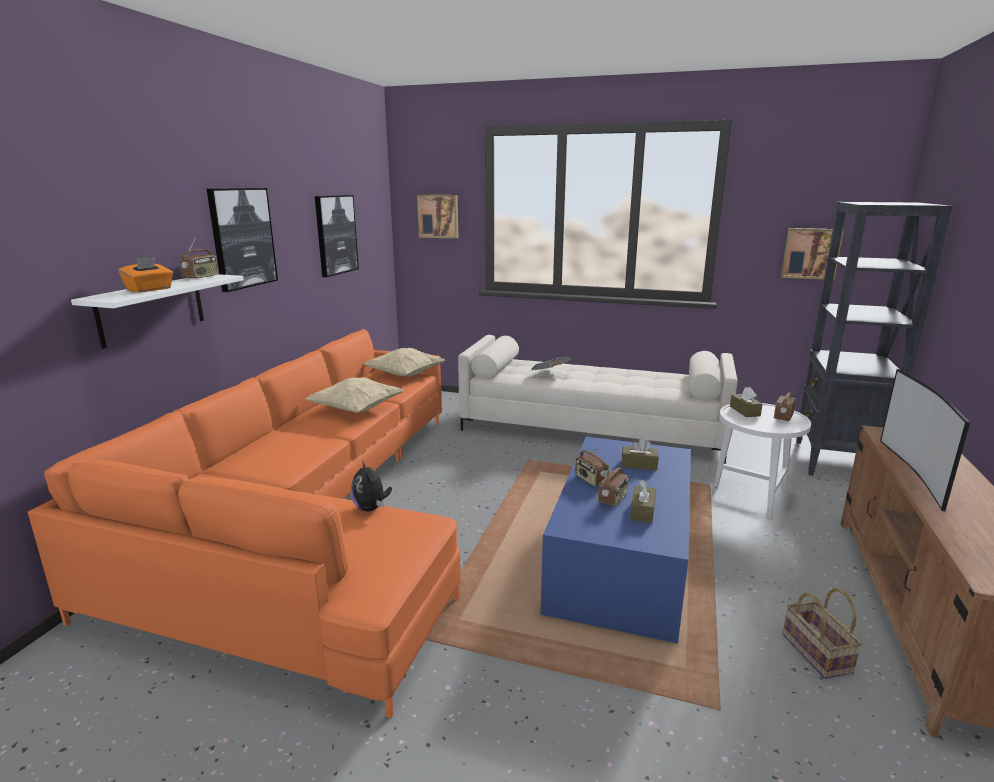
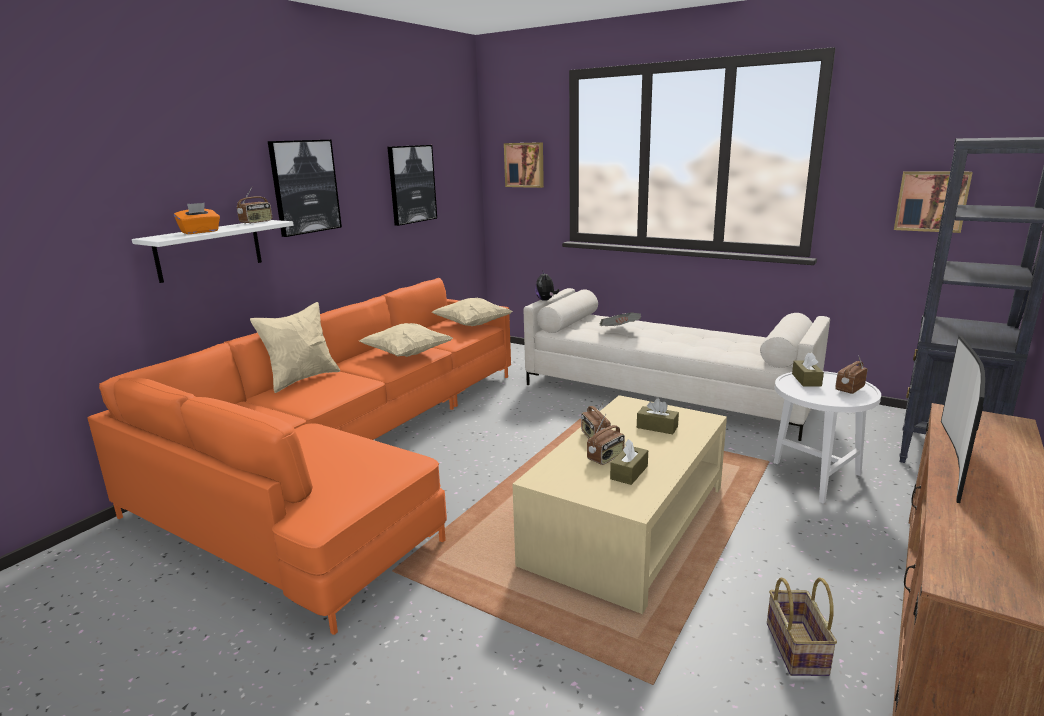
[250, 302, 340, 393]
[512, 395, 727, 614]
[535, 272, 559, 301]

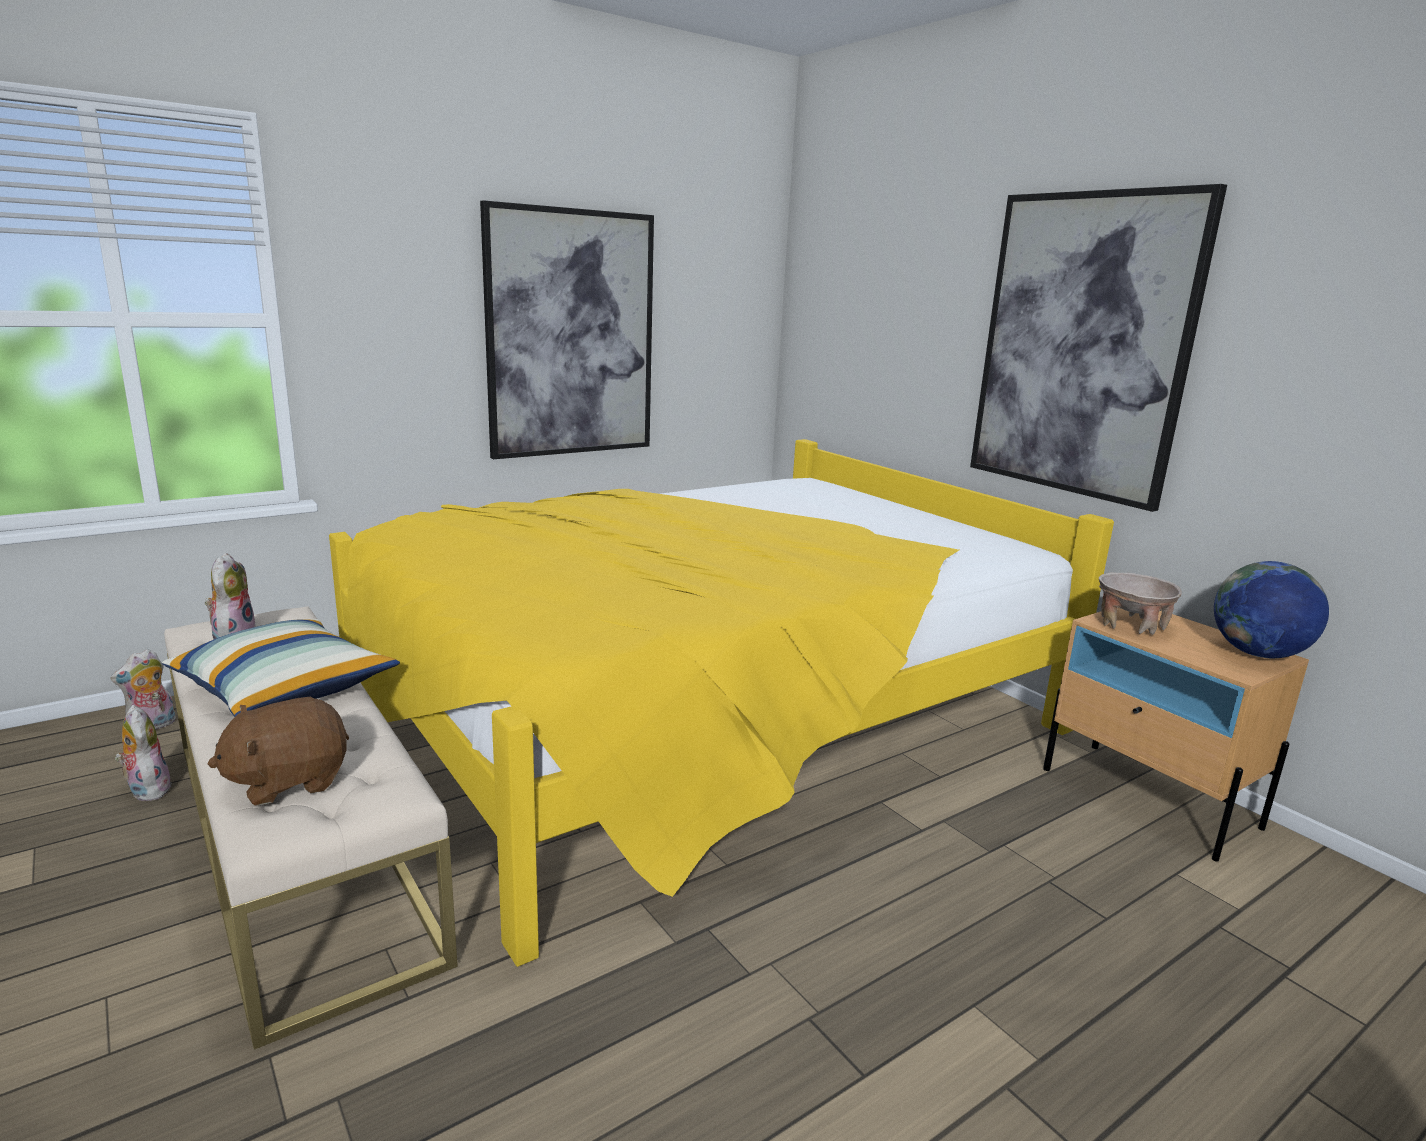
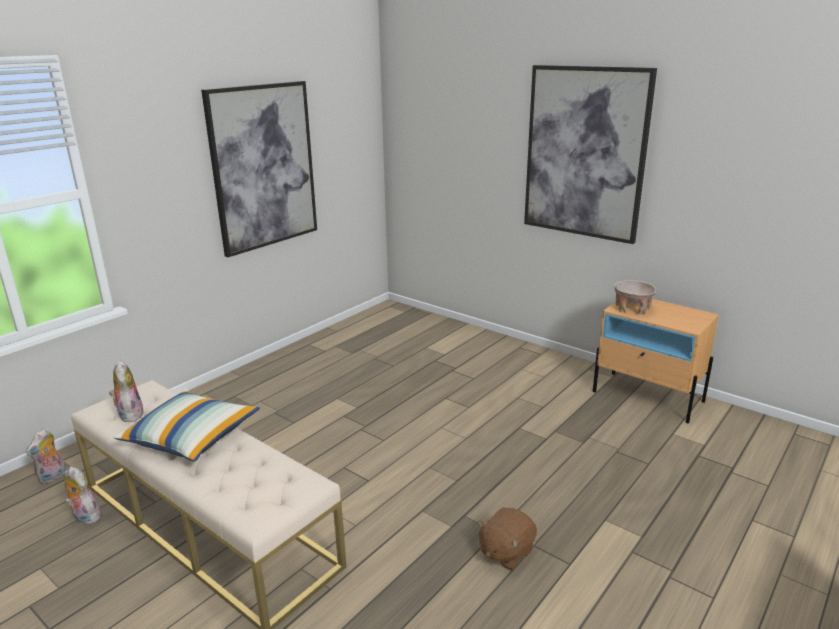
[478, 507, 537, 570]
[329, 439, 1114, 967] (first image)
[1214, 561, 1329, 658] (first image)

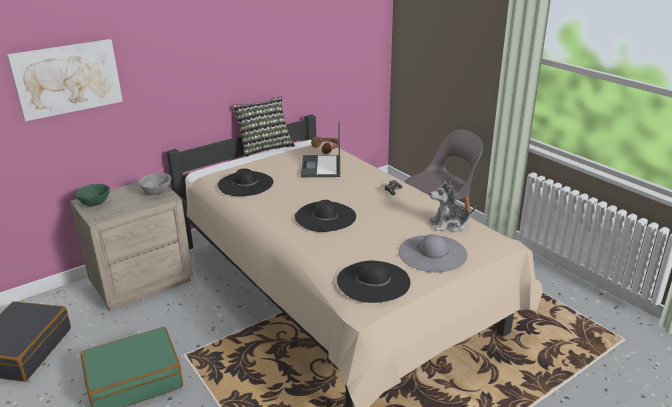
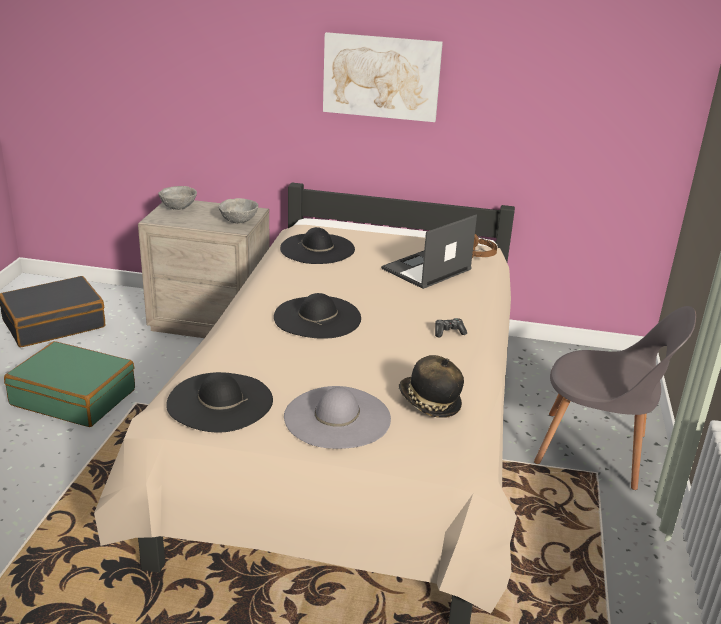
[158, 186, 197, 210]
[323, 32, 443, 122]
[399, 355, 464, 418]
[232, 96, 295, 157] (first image)

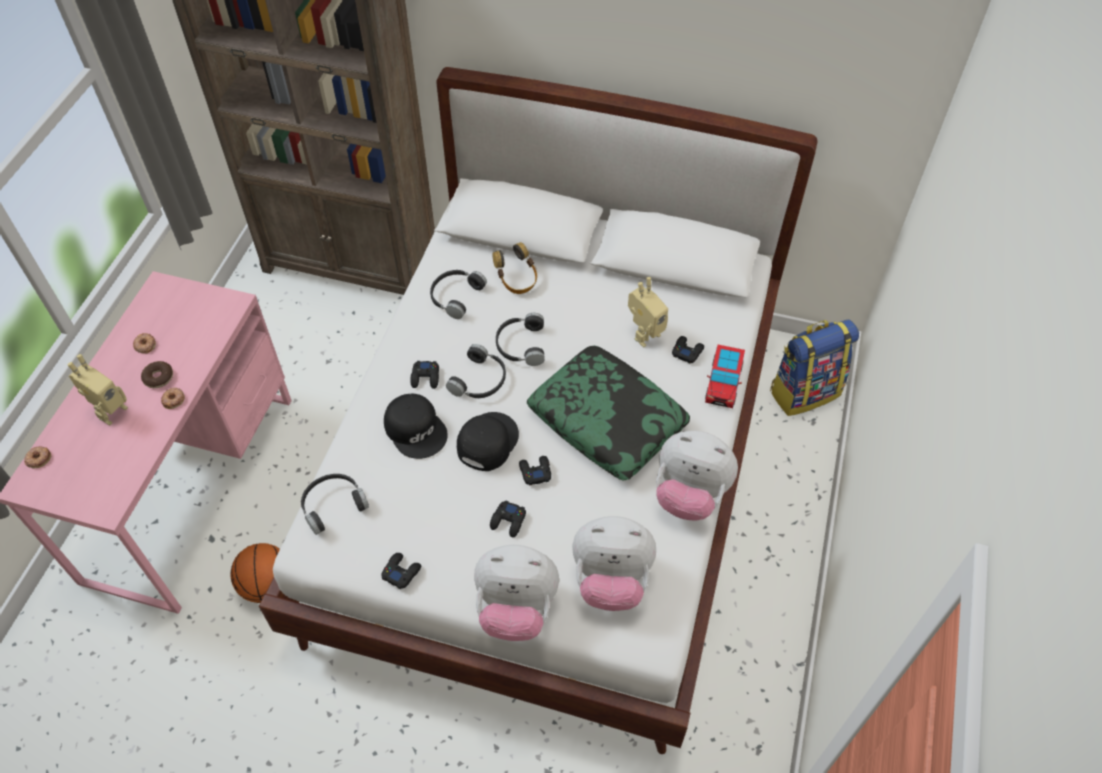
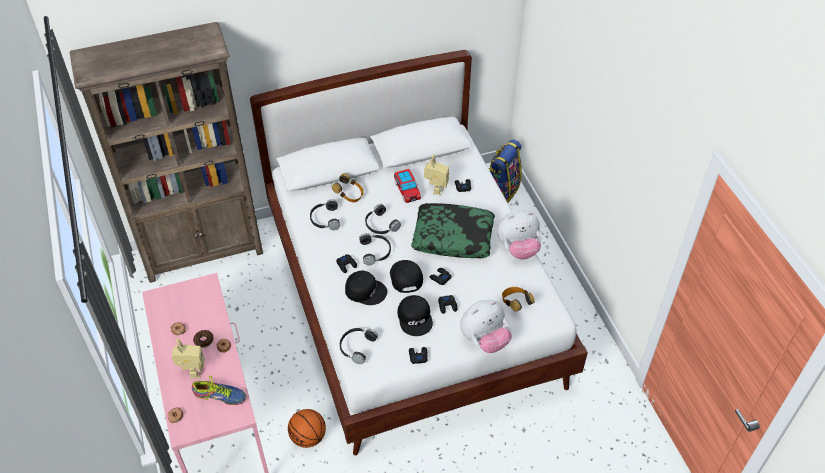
[192, 375, 247, 405]
[394, 169, 421, 203]
[397, 295, 433, 336]
[502, 287, 535, 312]

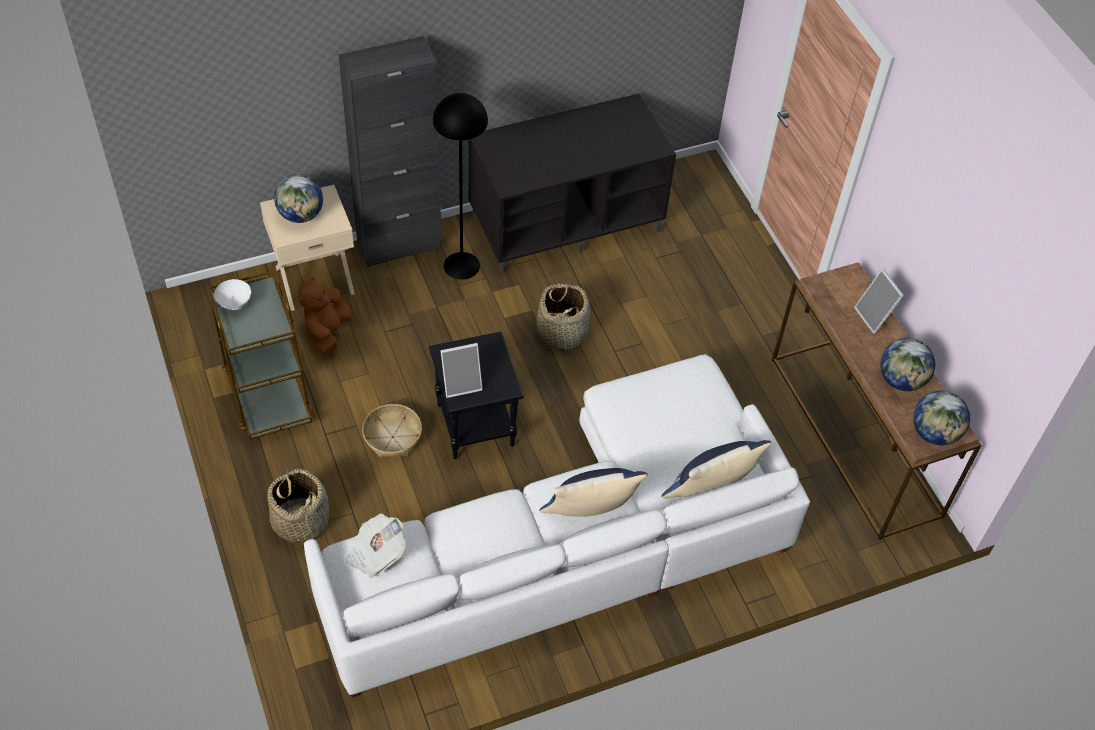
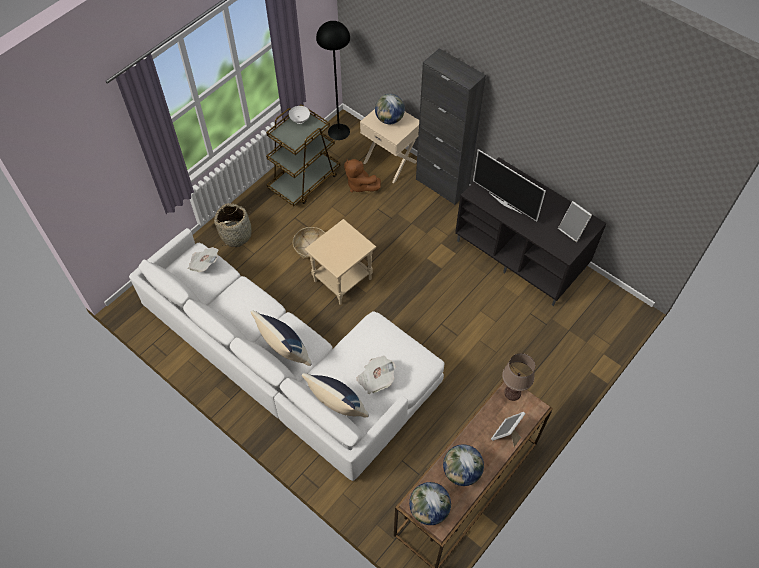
[305, 219, 376, 305]
[316, 21, 350, 140]
[344, 159, 381, 193]
[356, 356, 396, 394]
[473, 149, 546, 221]
[502, 353, 535, 401]
[558, 201, 592, 242]
[536, 283, 590, 352] (first image)

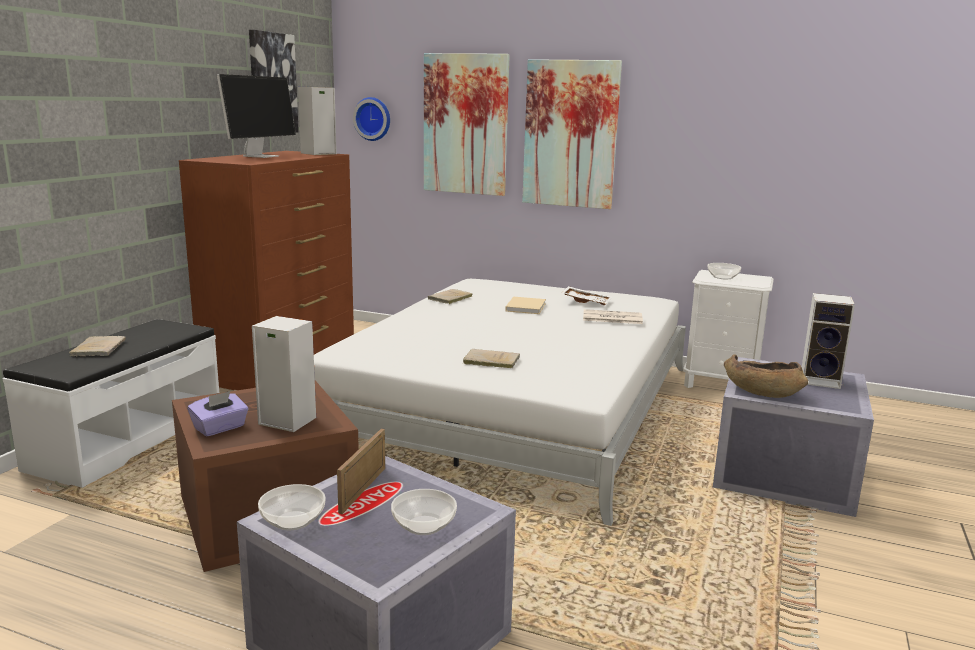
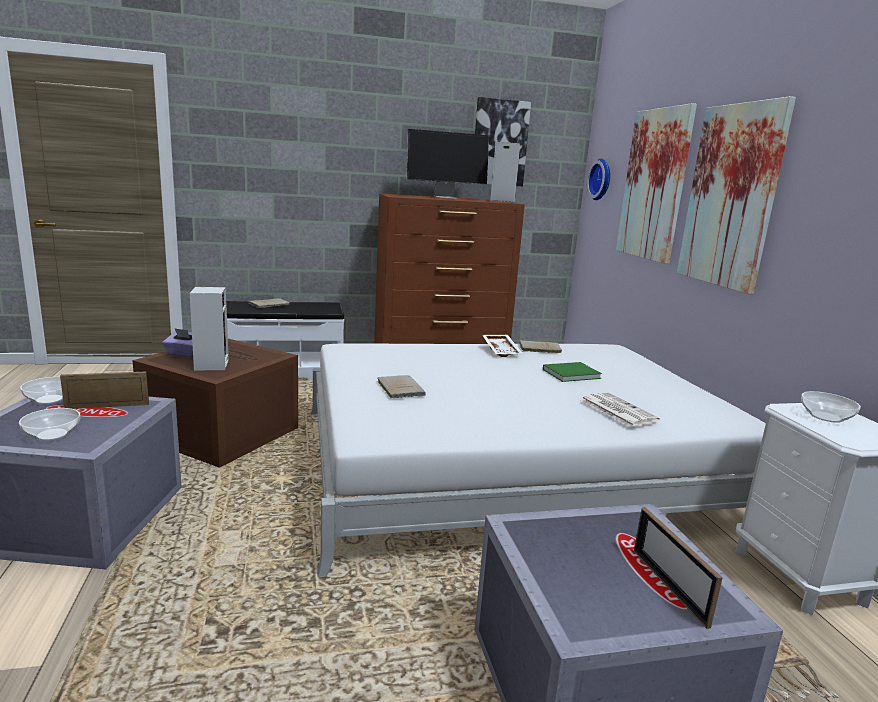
[482, 335, 522, 357]
[543, 362, 602, 382]
[634, 507, 723, 629]
[724, 354, 808, 398] (first image)

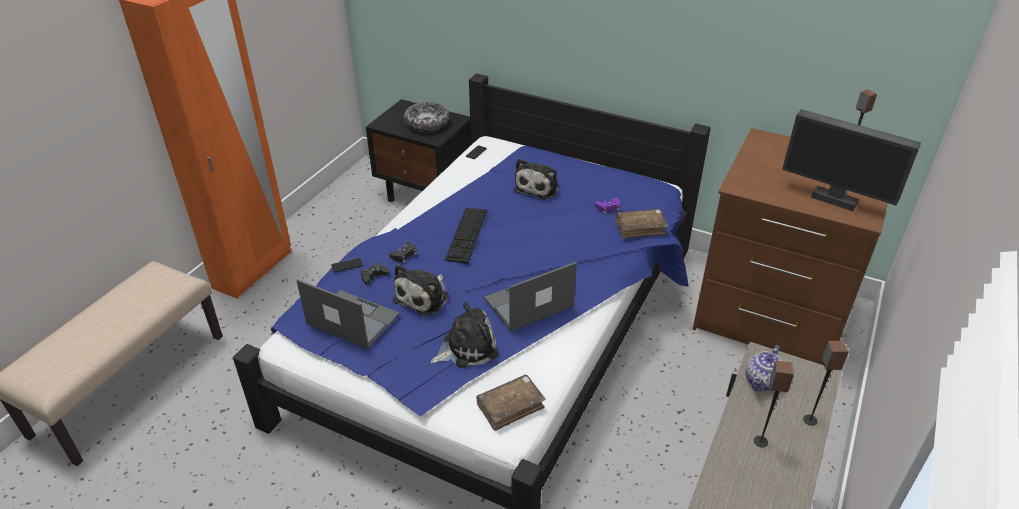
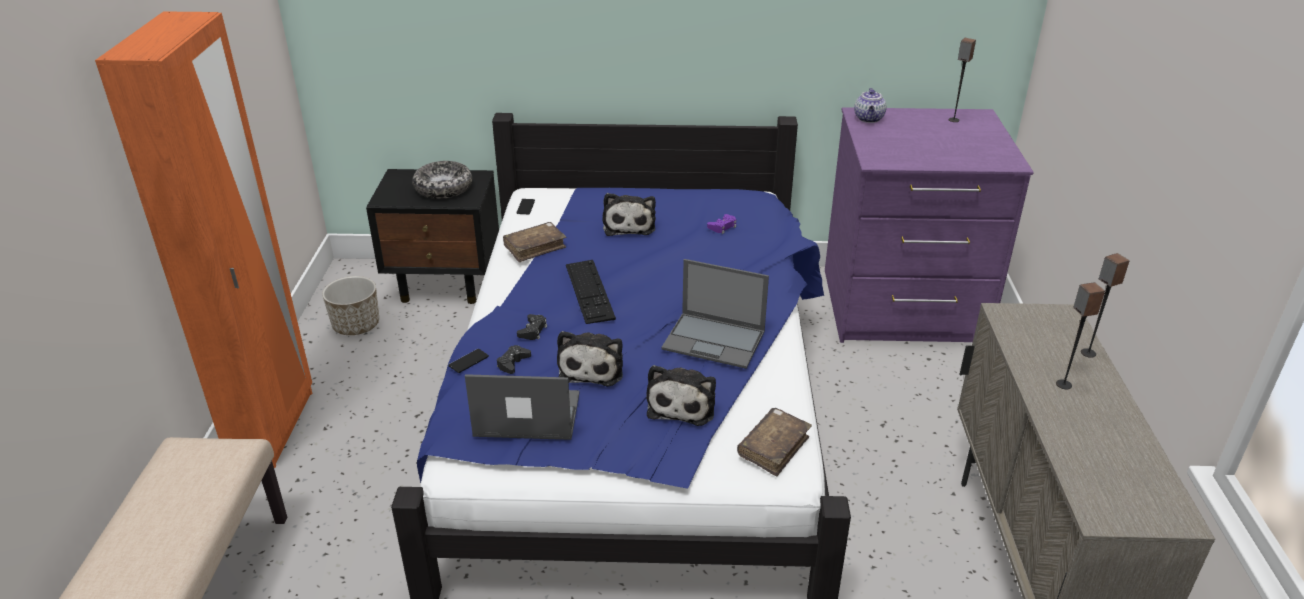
[322, 276, 379, 335]
[503, 222, 566, 262]
[646, 365, 716, 426]
[661, 259, 769, 369]
[825, 107, 1034, 343]
[854, 88, 887, 123]
[782, 109, 921, 211] (first image)

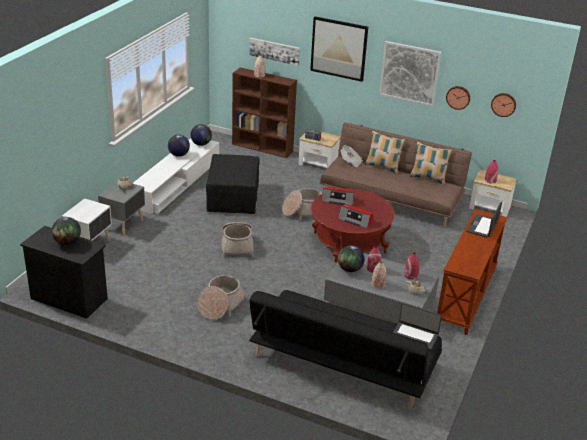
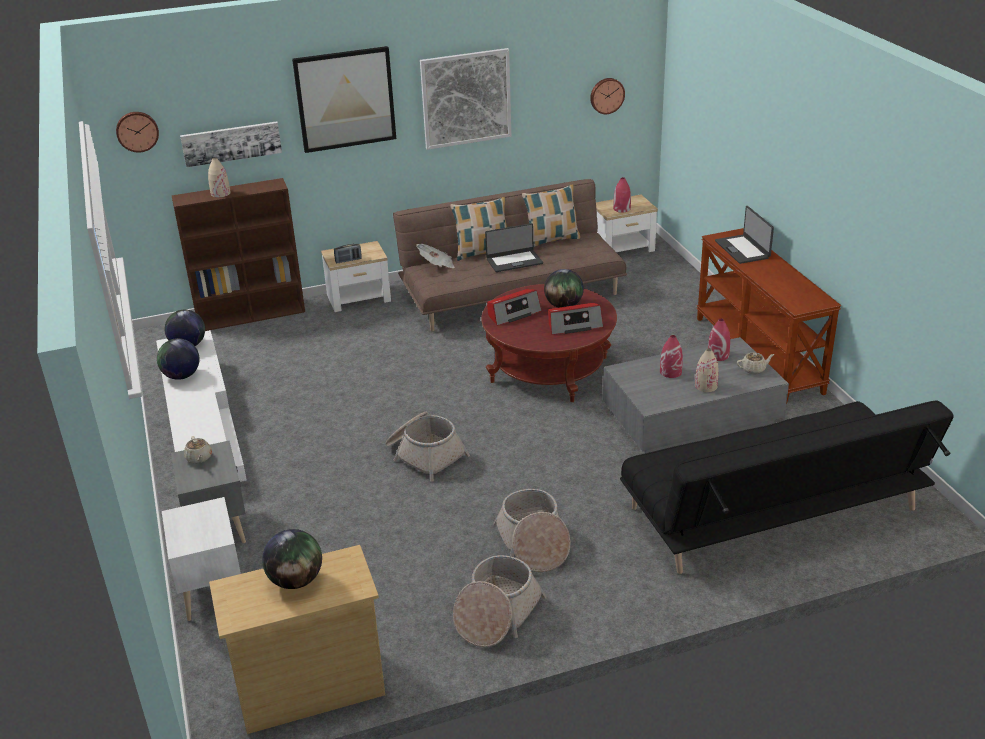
[116, 112, 159, 153]
[209, 545, 385, 734]
[453, 555, 546, 647]
[485, 223, 543, 272]
[544, 269, 584, 308]
[206, 154, 260, 214] (first image)

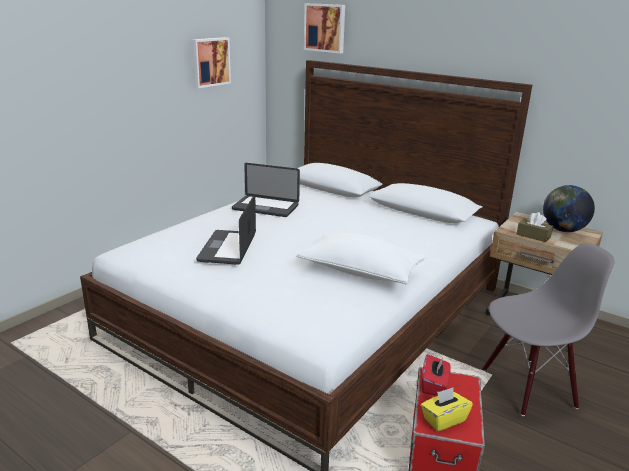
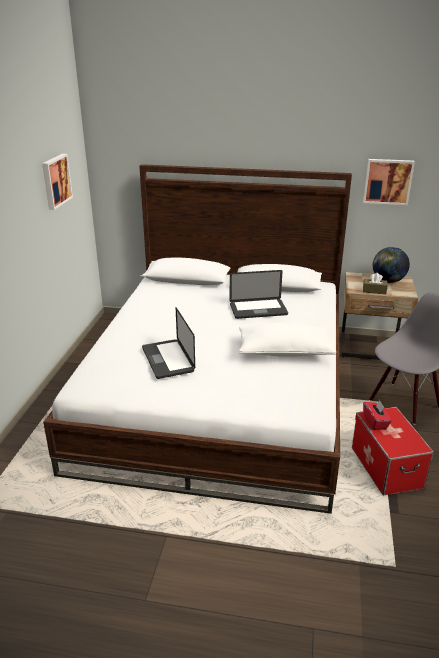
[229, 270, 288, 319]
[363, 159, 415, 205]
[421, 388, 473, 431] (first image)

